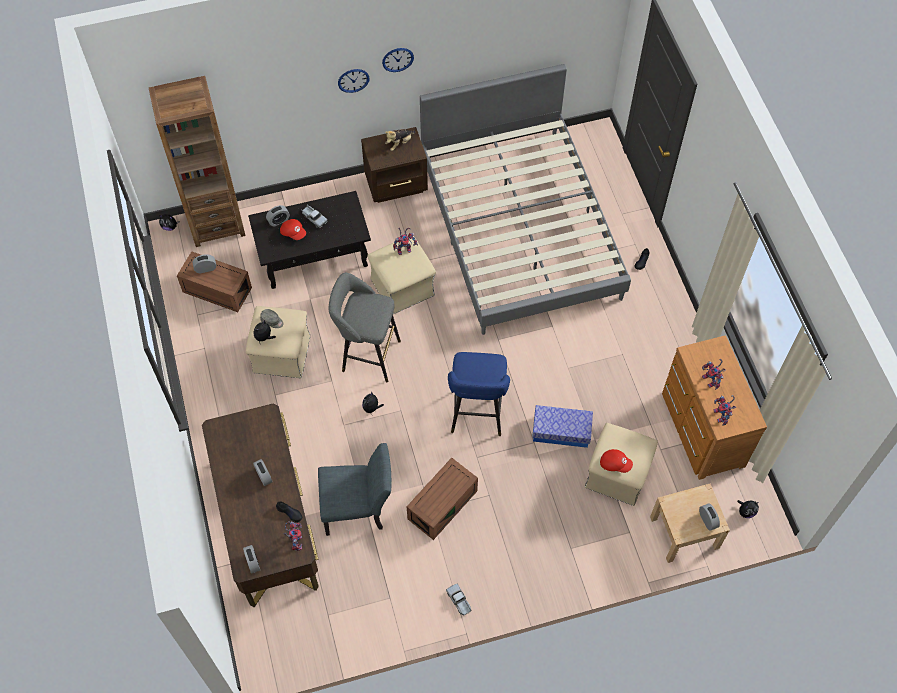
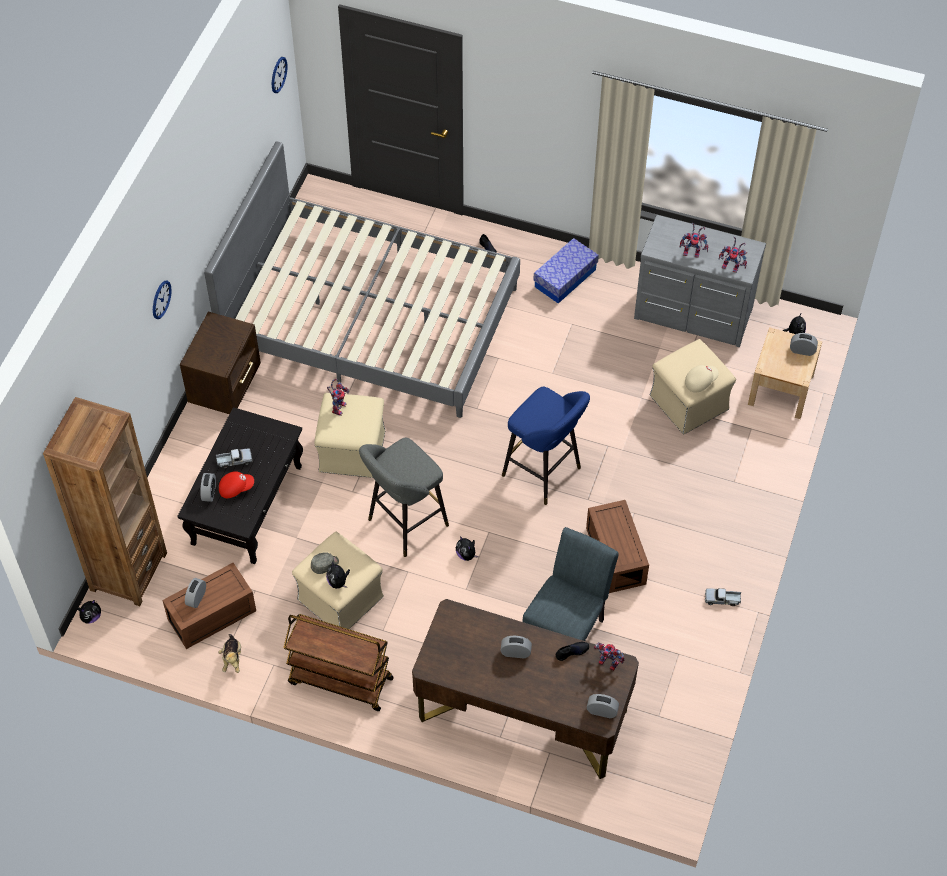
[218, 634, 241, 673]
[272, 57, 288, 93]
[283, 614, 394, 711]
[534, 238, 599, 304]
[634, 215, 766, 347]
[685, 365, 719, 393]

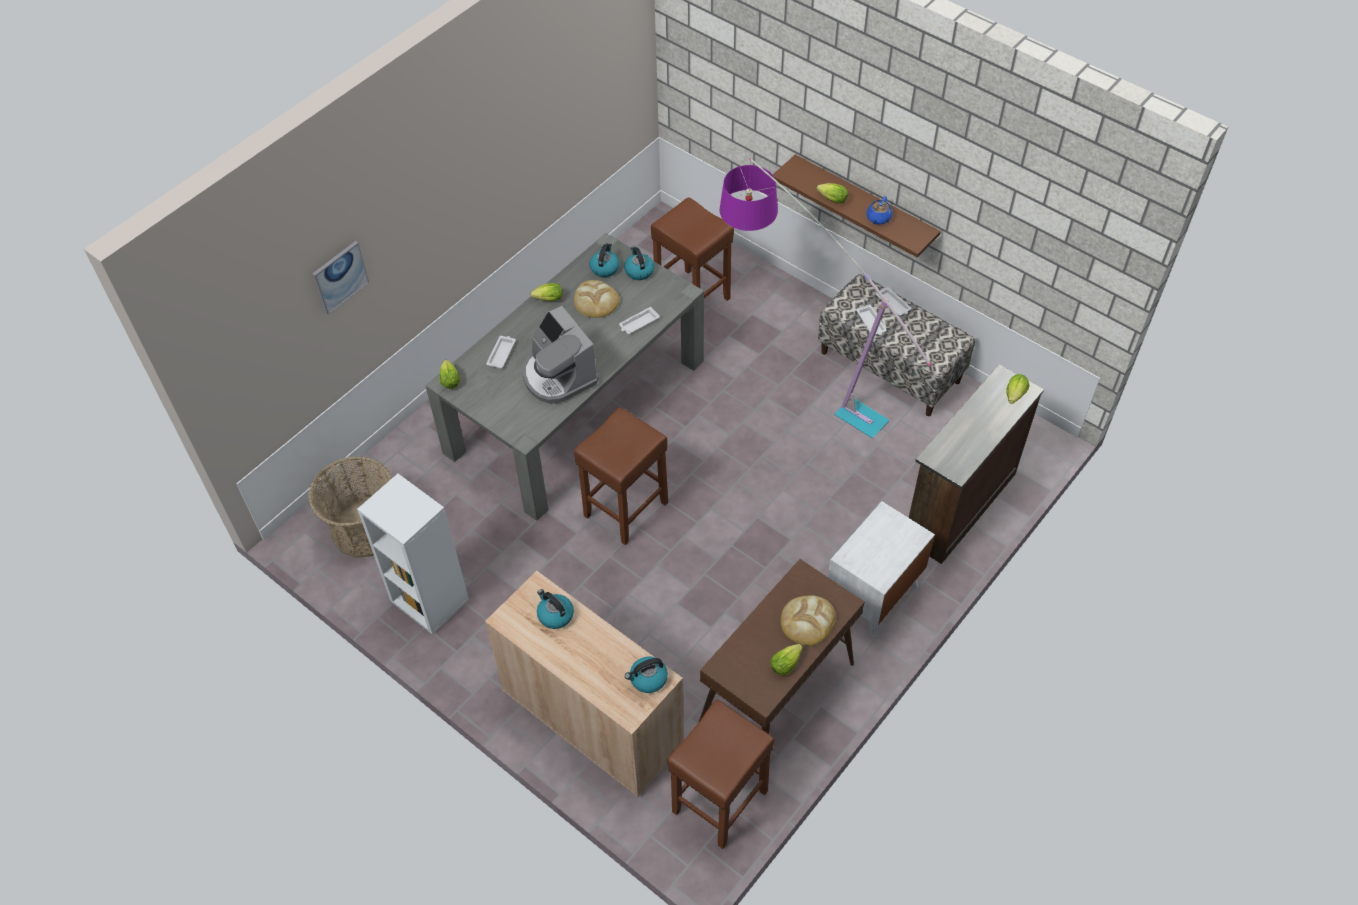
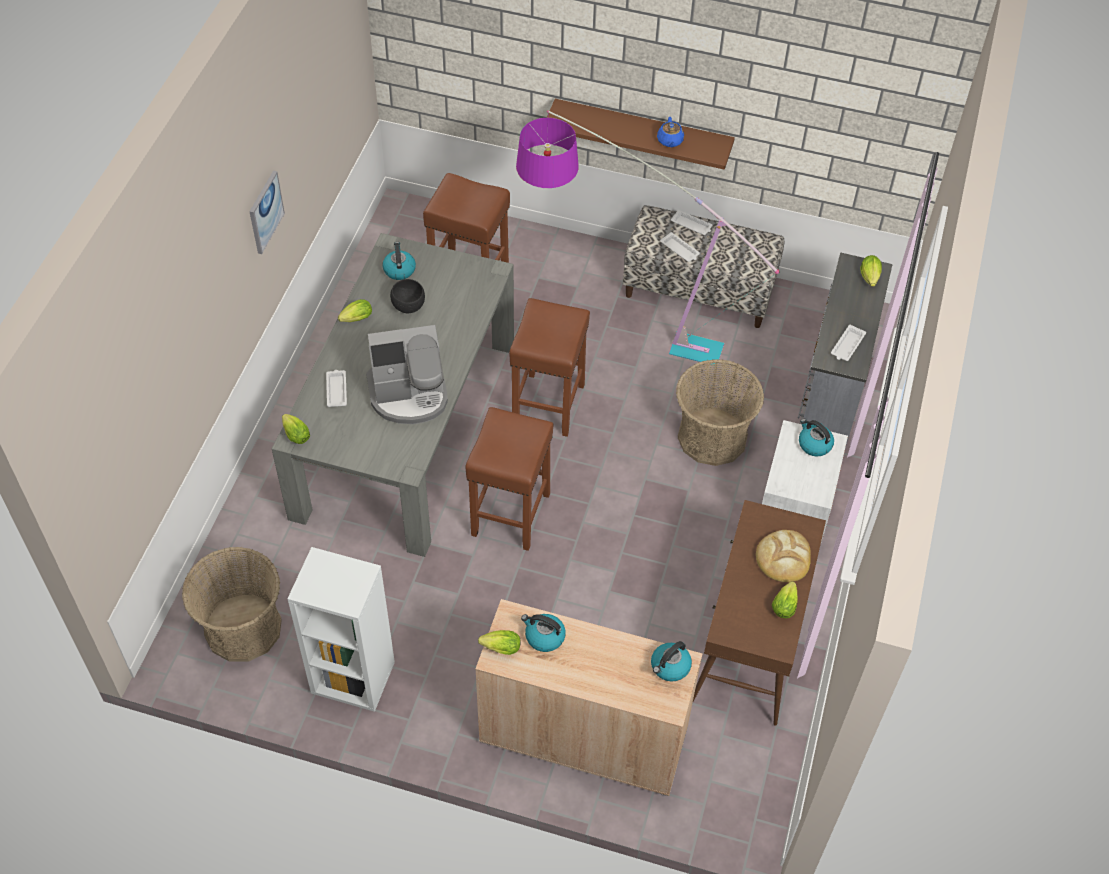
[249, 171, 285, 254]
[366, 325, 448, 424]
[390, 279, 425, 313]
[478, 630, 521, 655]
[509, 298, 590, 437]
[676, 359, 764, 466]
[798, 252, 893, 448]
[799, 419, 834, 457]
[831, 325, 866, 361]

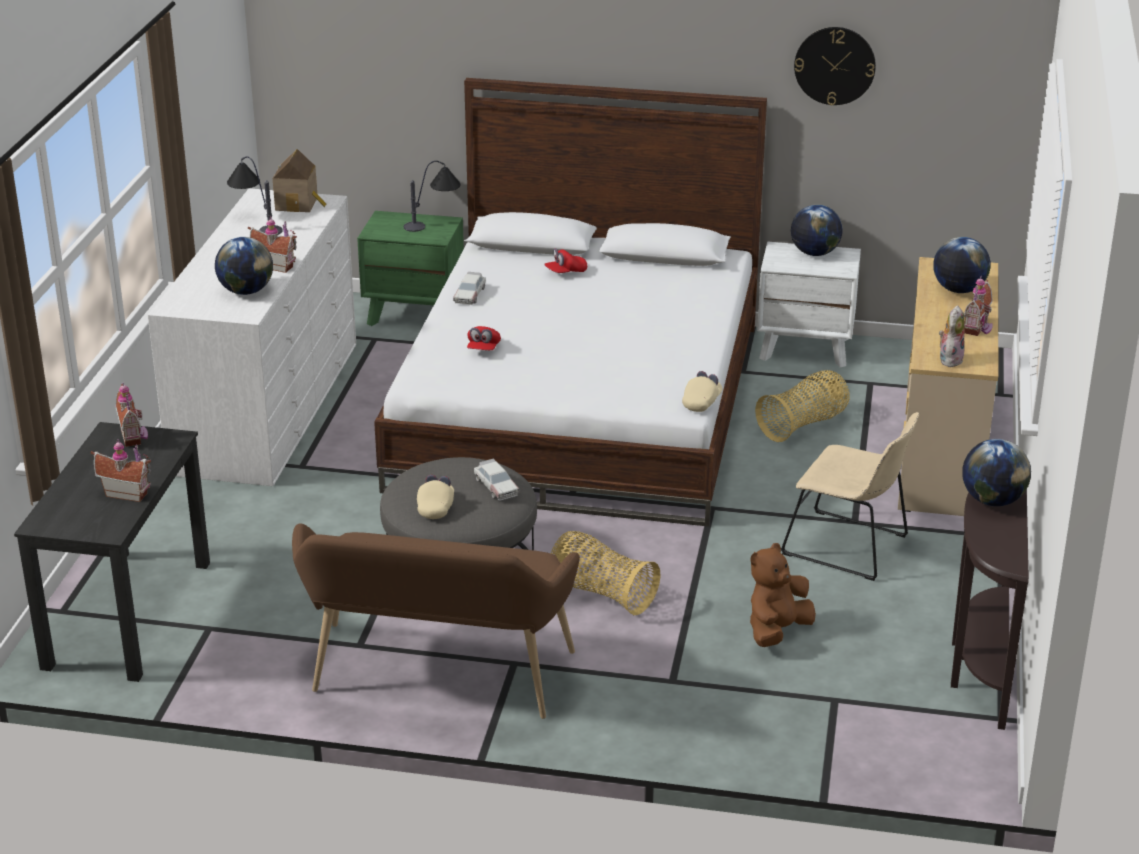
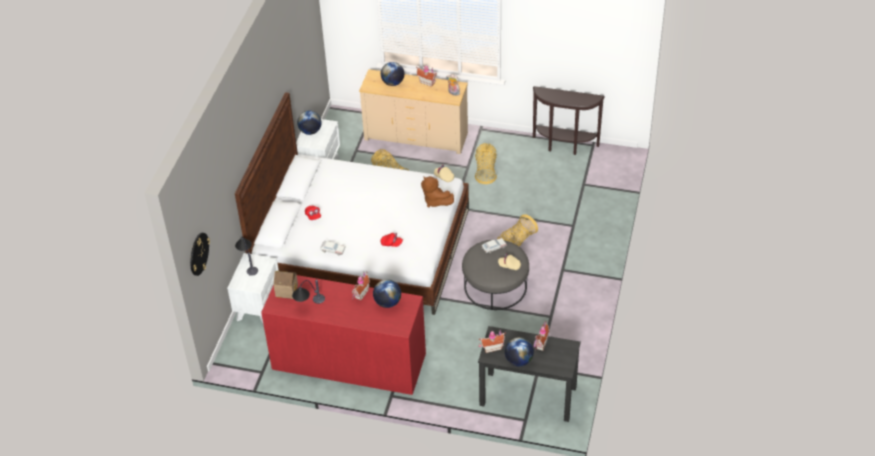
[190, 233, 210, 276]
[227, 253, 279, 323]
[261, 275, 426, 395]
[421, 176, 454, 207]
[475, 143, 497, 184]
[505, 337, 534, 366]
[292, 523, 580, 719] (first image)

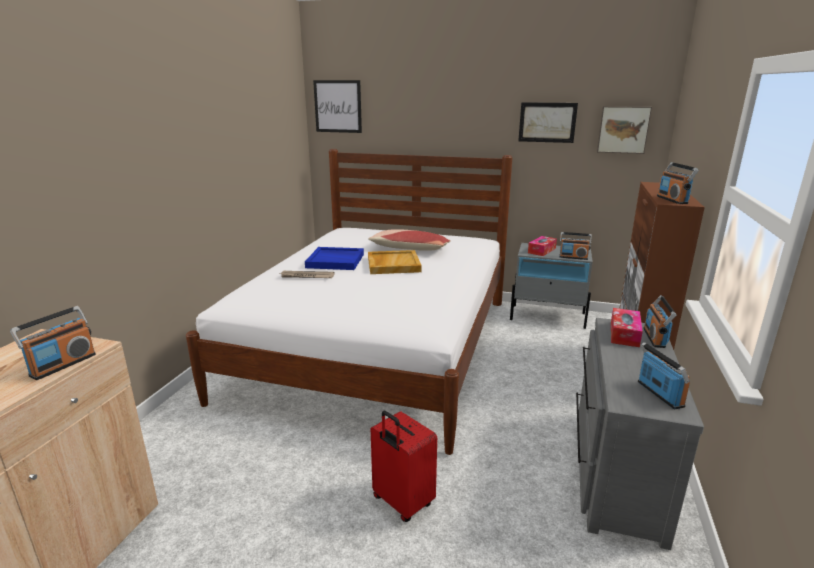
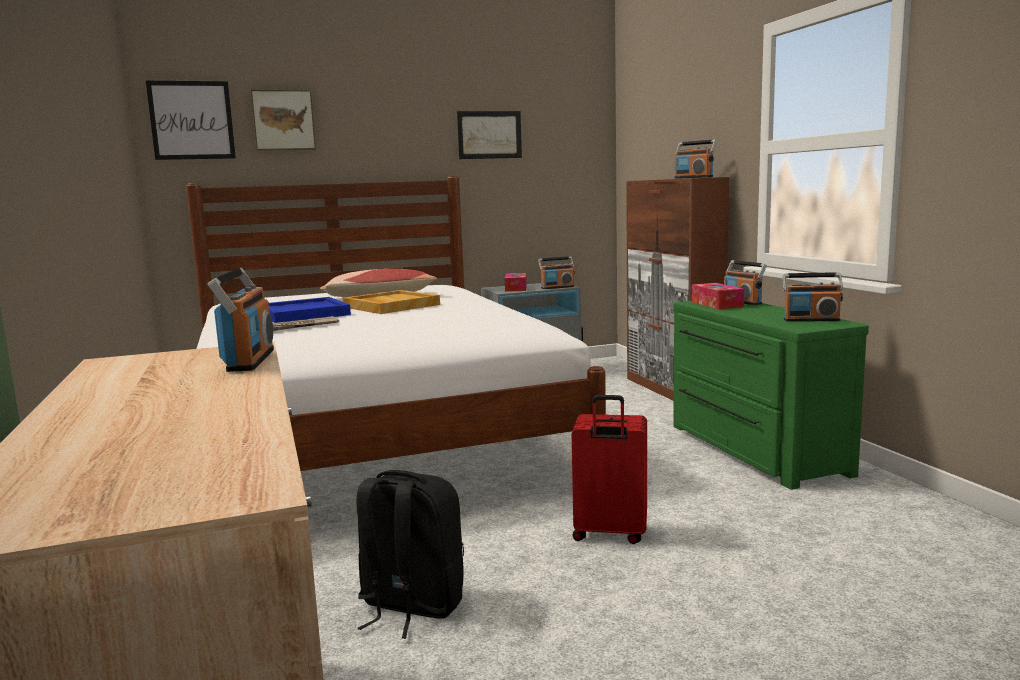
[251, 90, 316, 150]
[356, 470, 464, 639]
[673, 301, 869, 490]
[782, 272, 843, 322]

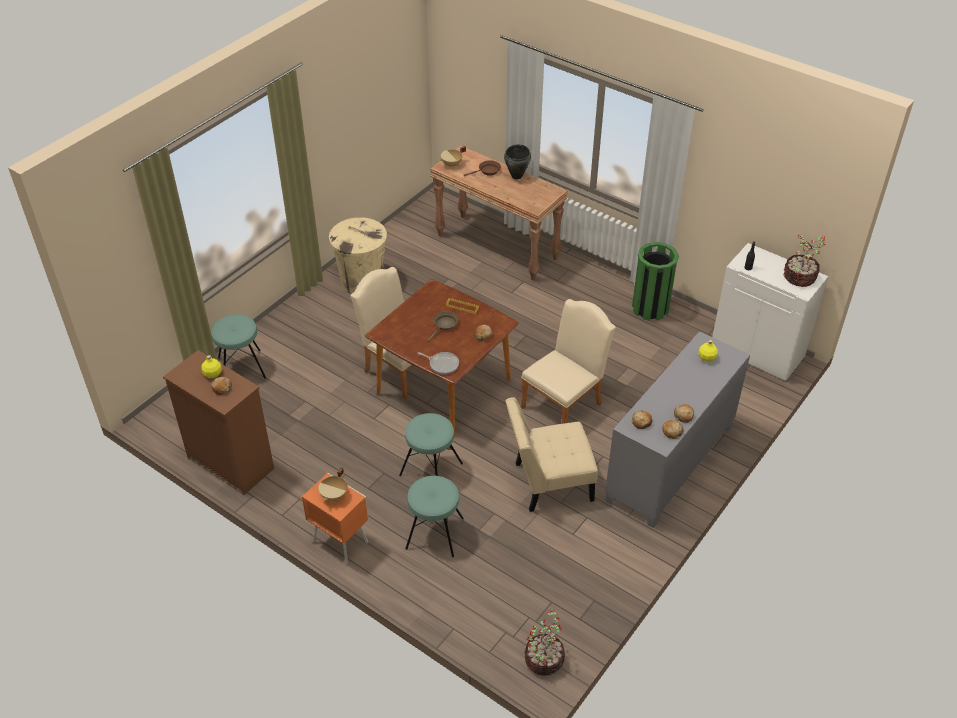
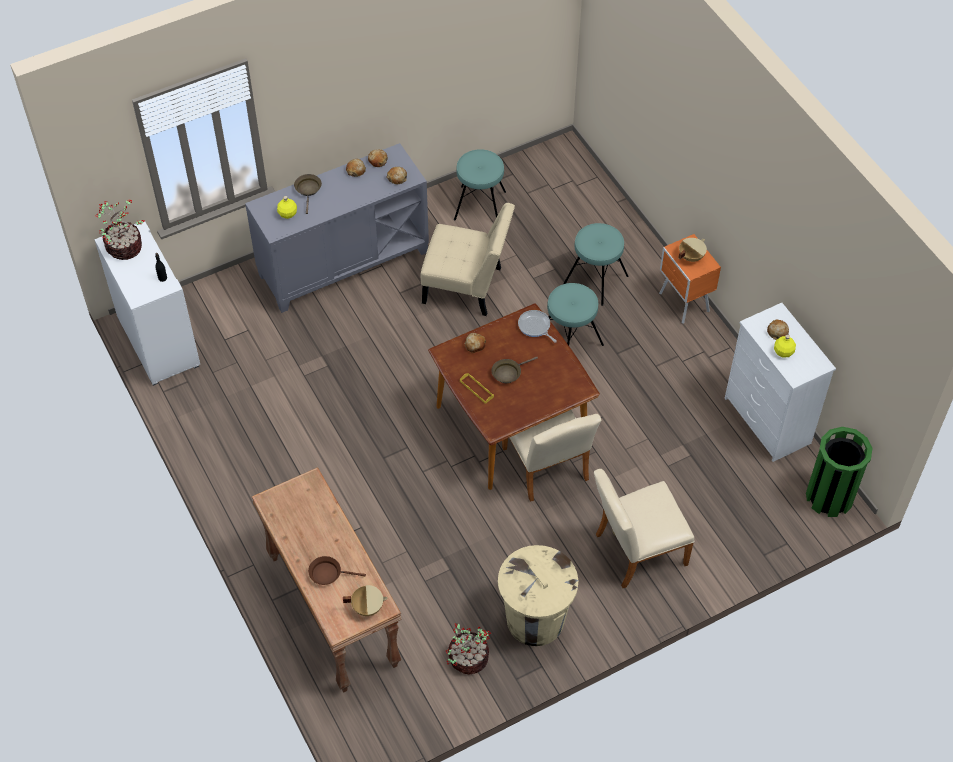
[294, 174, 322, 214]
[446, 623, 491, 674]
[454, 149, 506, 220]
[594, 469, 694, 588]
[725, 303, 836, 462]
[806, 427, 873, 517]
[504, 144, 531, 179] (first image)

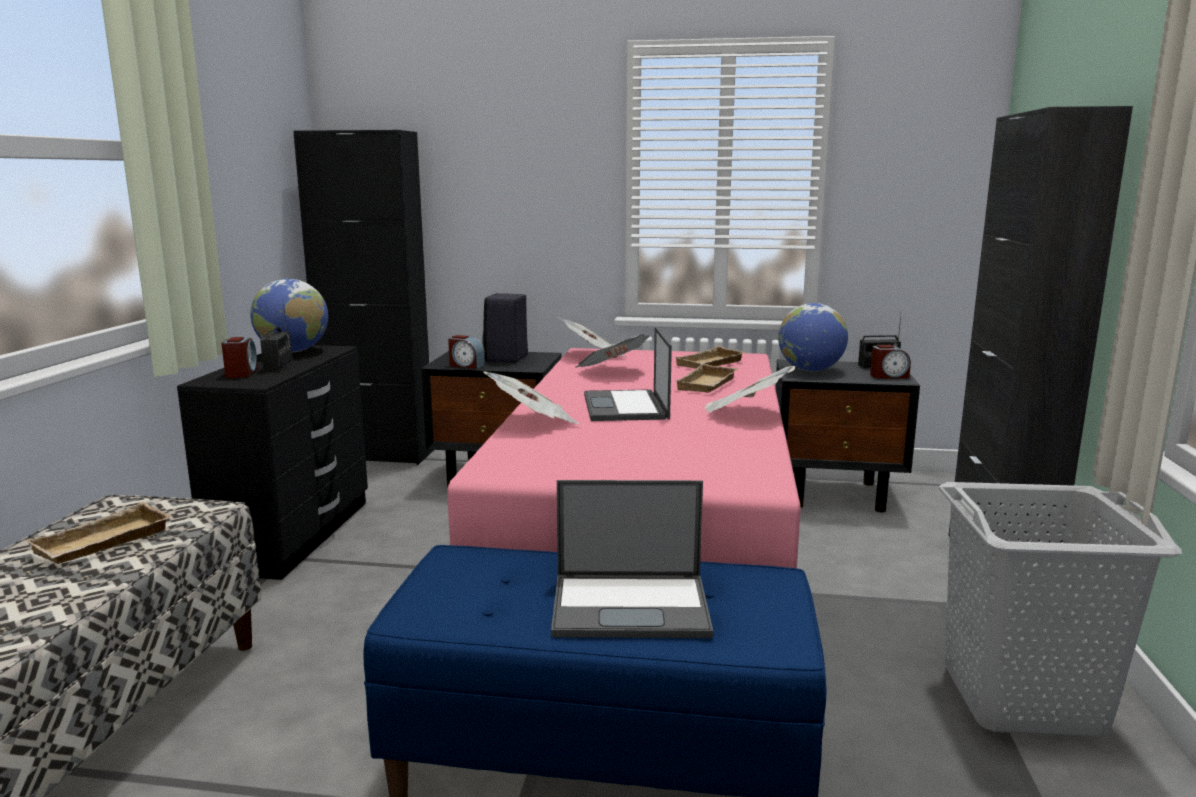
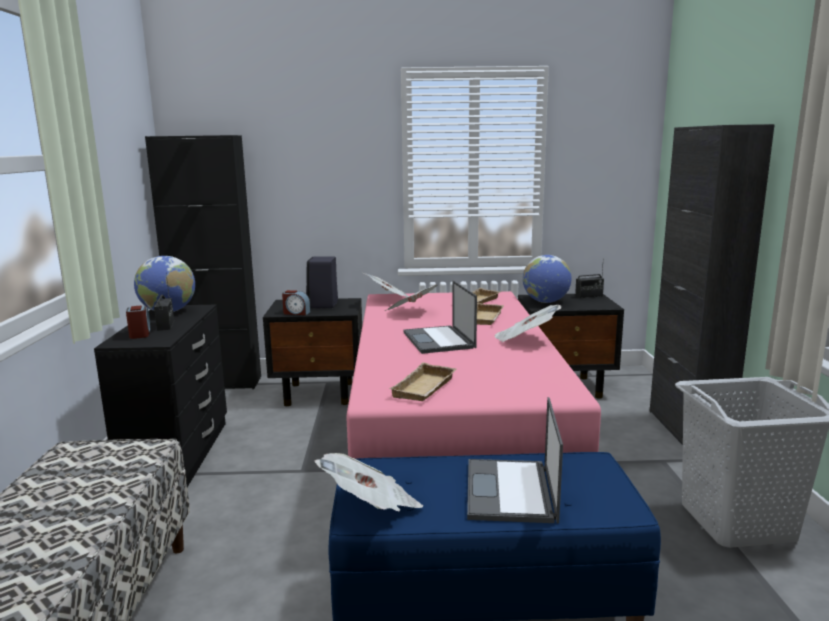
[314, 453, 423, 511]
[389, 362, 456, 401]
[467, 397, 563, 524]
[870, 345, 911, 379] (first image)

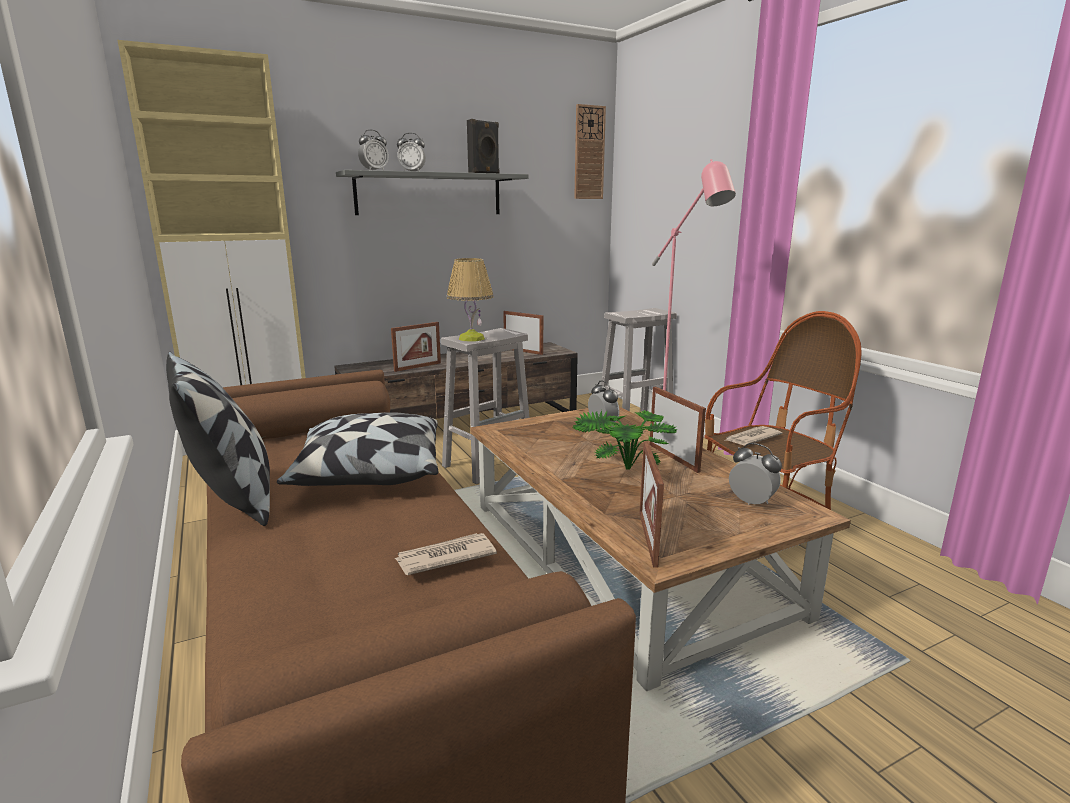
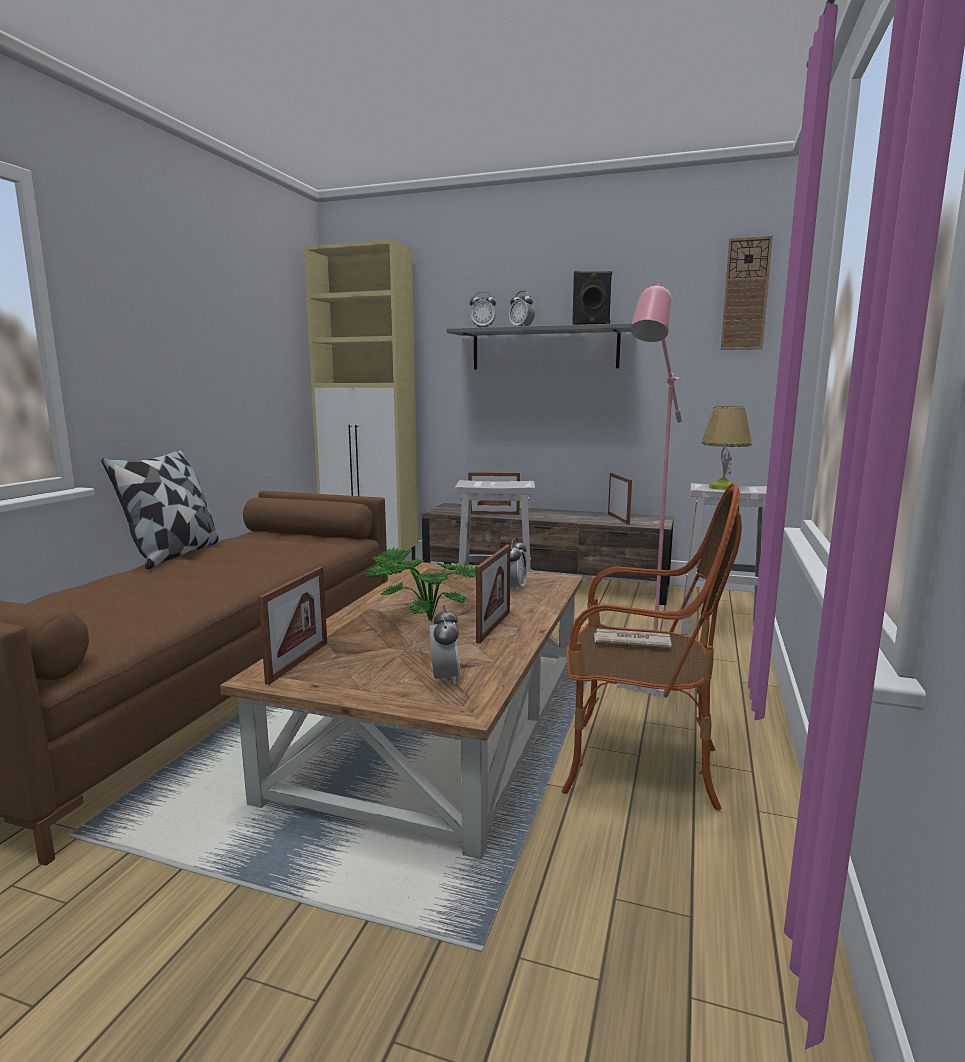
[258, 567, 327, 685]
[701, 406, 752, 490]
[277, 412, 439, 486] (first image)
[394, 533, 497, 575] (first image)

